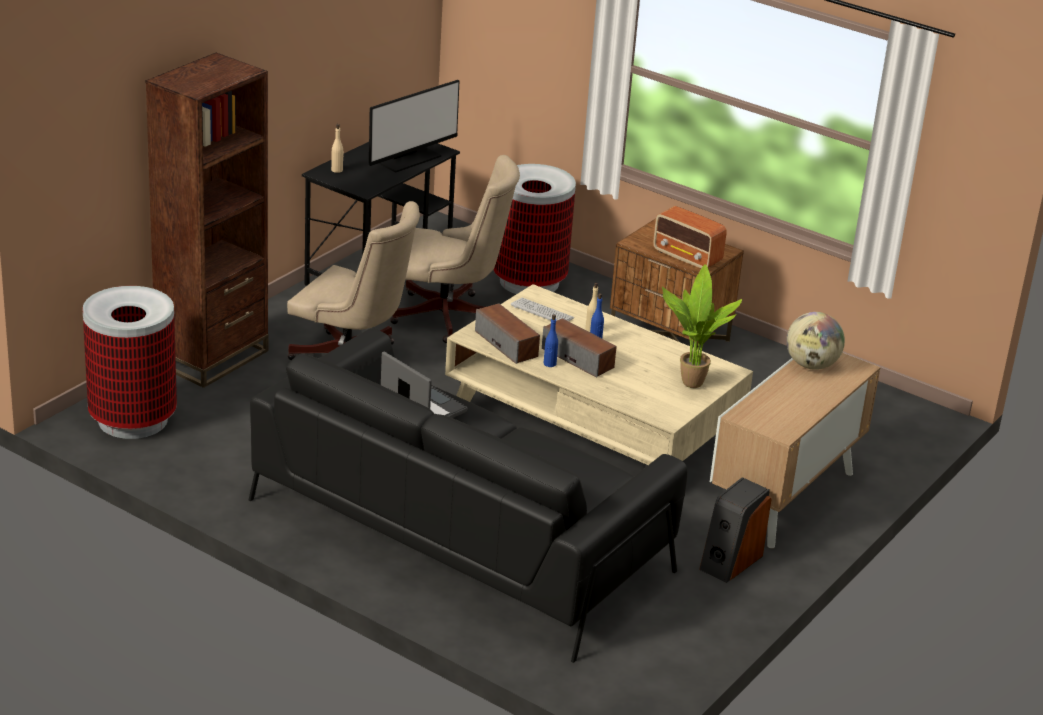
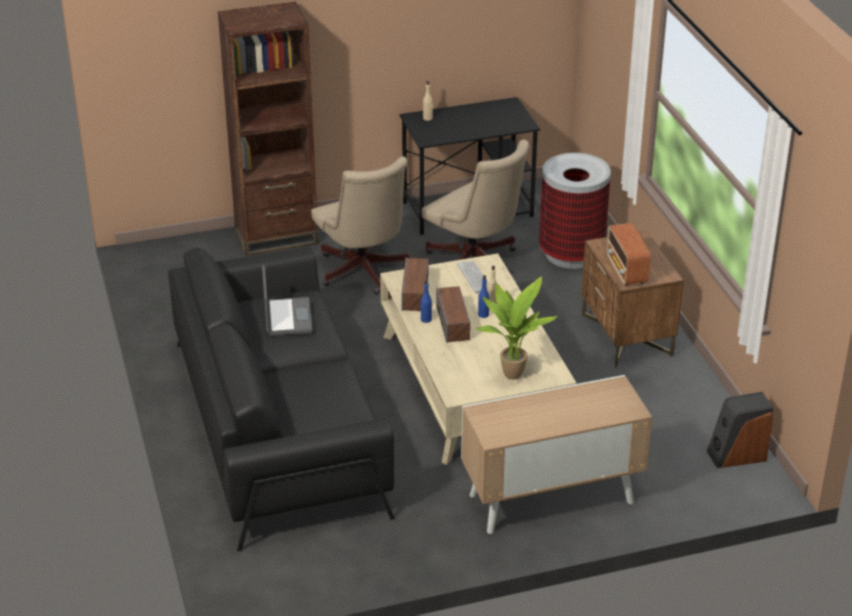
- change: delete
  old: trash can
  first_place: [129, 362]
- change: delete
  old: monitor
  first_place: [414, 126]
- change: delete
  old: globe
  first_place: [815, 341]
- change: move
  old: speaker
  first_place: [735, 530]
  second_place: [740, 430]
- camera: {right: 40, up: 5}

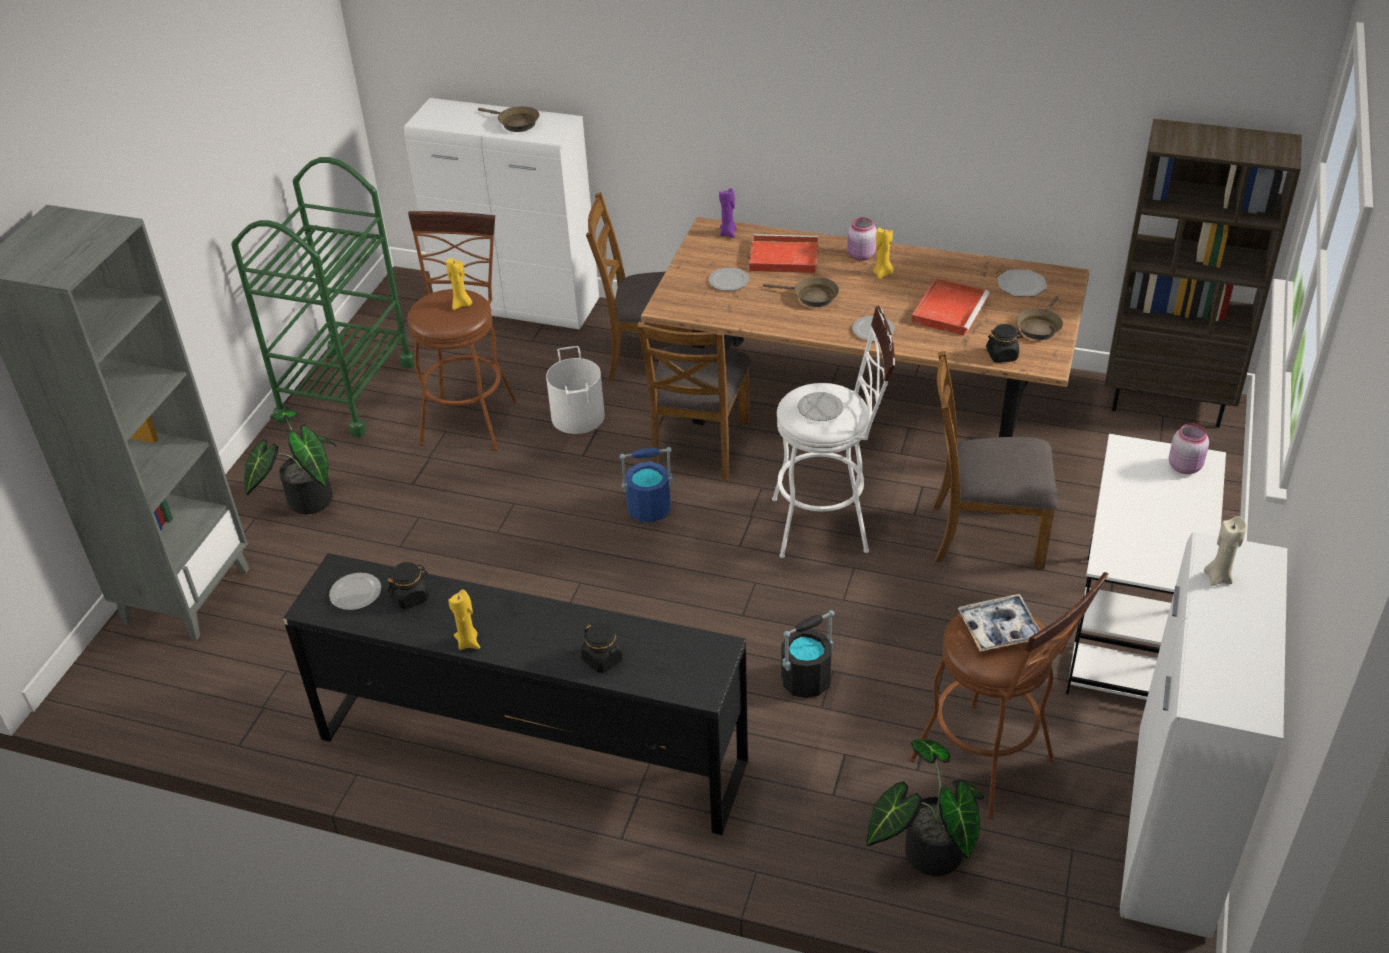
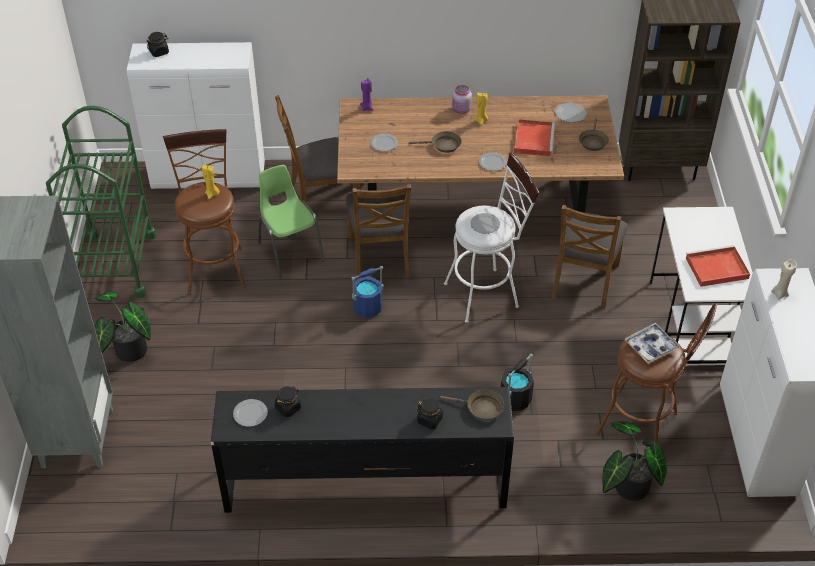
- change: delete
  old: candle (yellow)
  first_place: [464, 619]
- change: delete
  old: jar (pink)
  first_place: [1189, 448]
- change: move
  old: frying pan (brown)
  first_place: [508, 119]
  second_place: [472, 404]
- change: move
  old: tray (red)
  first_place: [783, 253]
  second_place: [718, 266]
- change: move
  old: jar (black)
  first_place: [1004, 343]
  second_place: [158, 44]
- change: replace
  old: bucket (white)
  new: chair (green)
  first_place: [575, 390]
  second_place: [291, 221]
- change: rotate
  old: chair (brown)
  first_place: [995, 460]
  second_place: [590, 257]
  degrees: -60
- camera: {right: -20, up: 5}

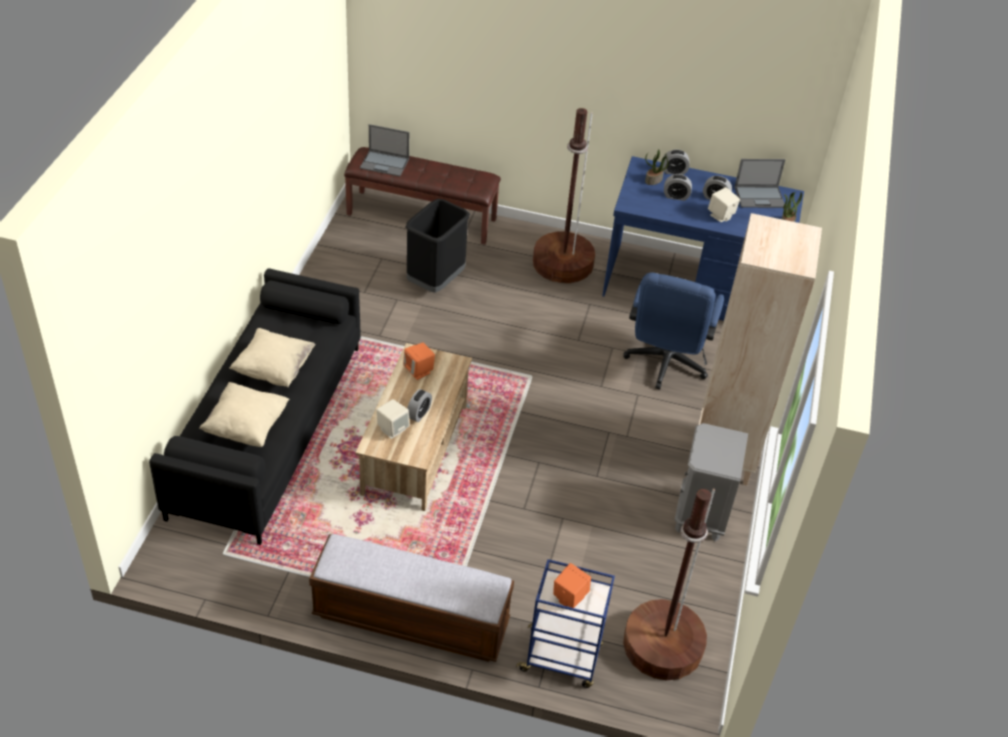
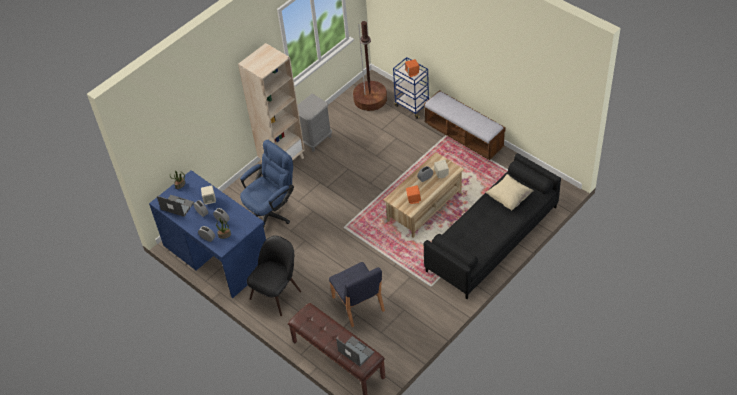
- change: delete
  old: pillow (beige)
  first_place: [272, 357]
- change: replace
  old: trash can (black)
  new: chair (blue)
  first_place: [438, 246]
  second_place: [357, 294]
- change: replace
  old: floor lamp (brown)
  new: chair (black)
  first_place: [564, 195]
  second_place: [274, 275]
- camera: {right: -145, up: 5}

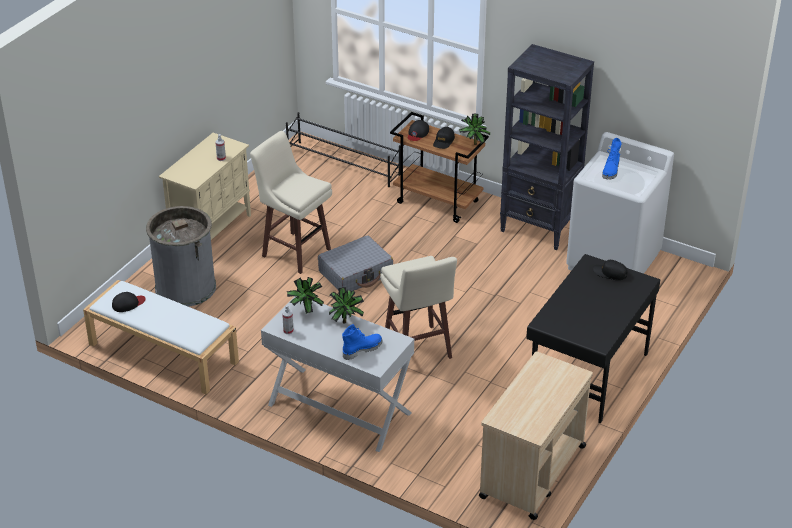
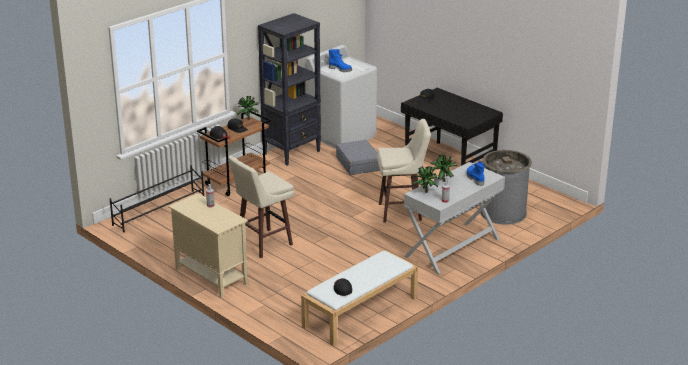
- change: delete
  old: cart (beige)
  first_place: [536, 435]
- change: move
  old: trash can (grey)
  first_place: [181, 256]
  second_place: [506, 187]
- change: move
  old: suitcase (grey)
  first_place: [355, 263]
  second_place: [358, 157]
- camera: {right: -75, up: -10}

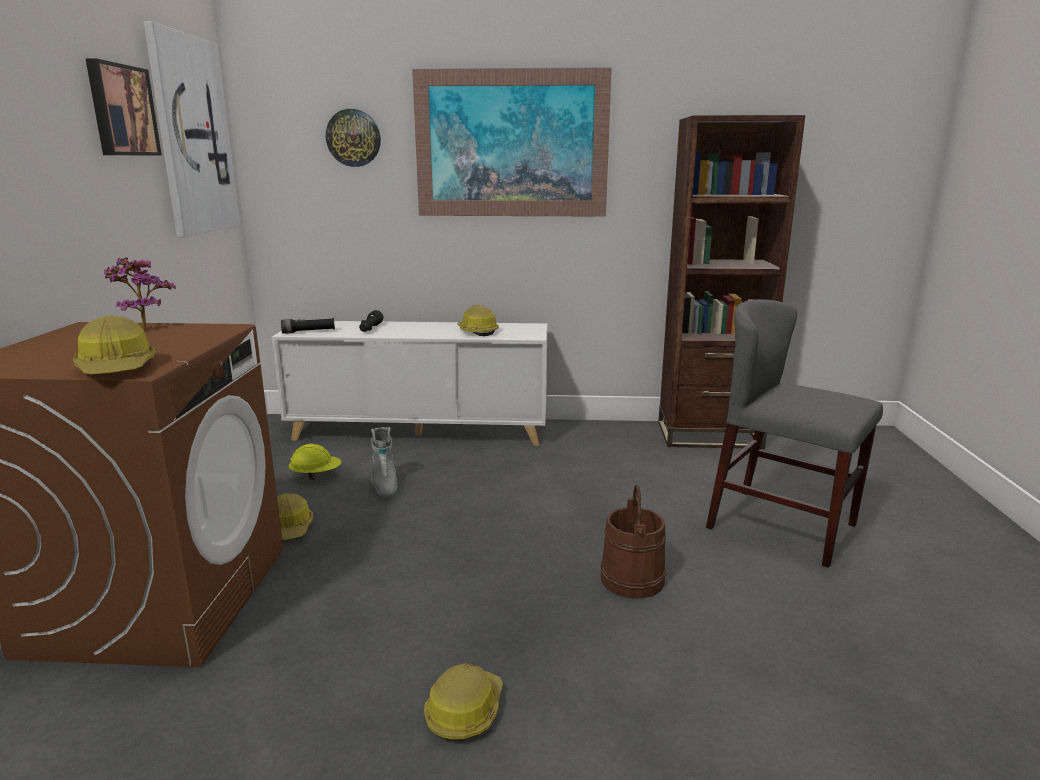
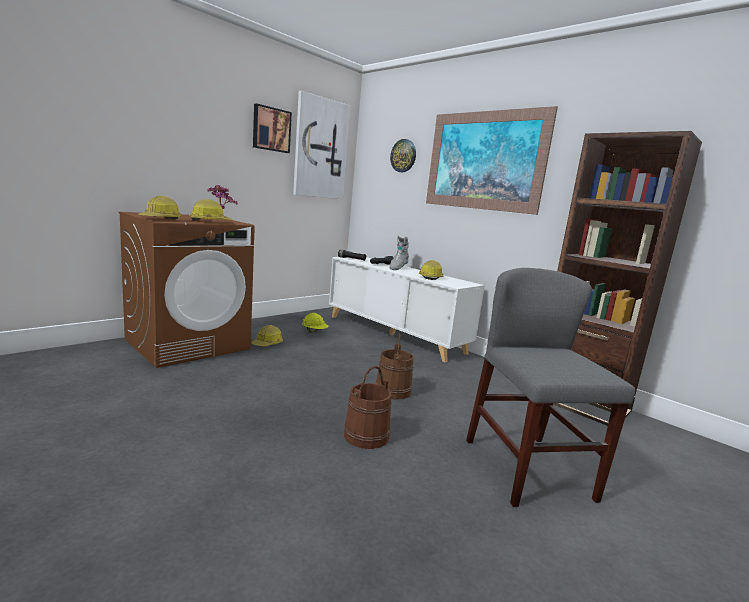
- change: insert
  new: bucket (brown)
  second_place: [395, 367]
- change: move
  old: boot (grey)
  first_place: [384, 462]
  second_place: [399, 253]
- change: move
  old: hard hat
  first_place: [463, 702]
  second_place: [210, 210]
- camera: {right: 40, up: -5}

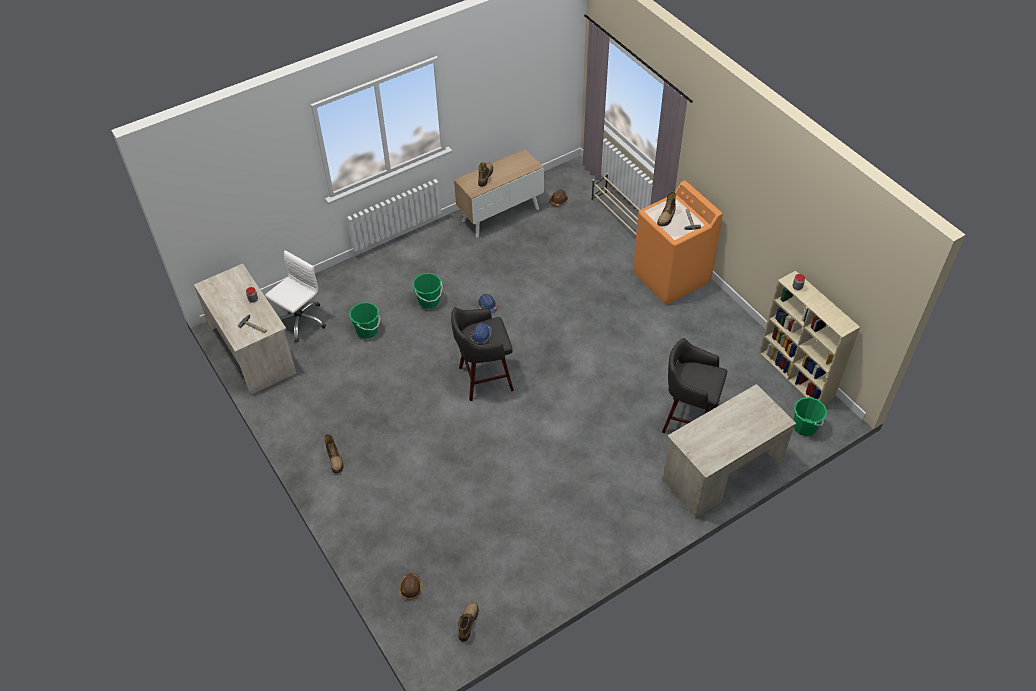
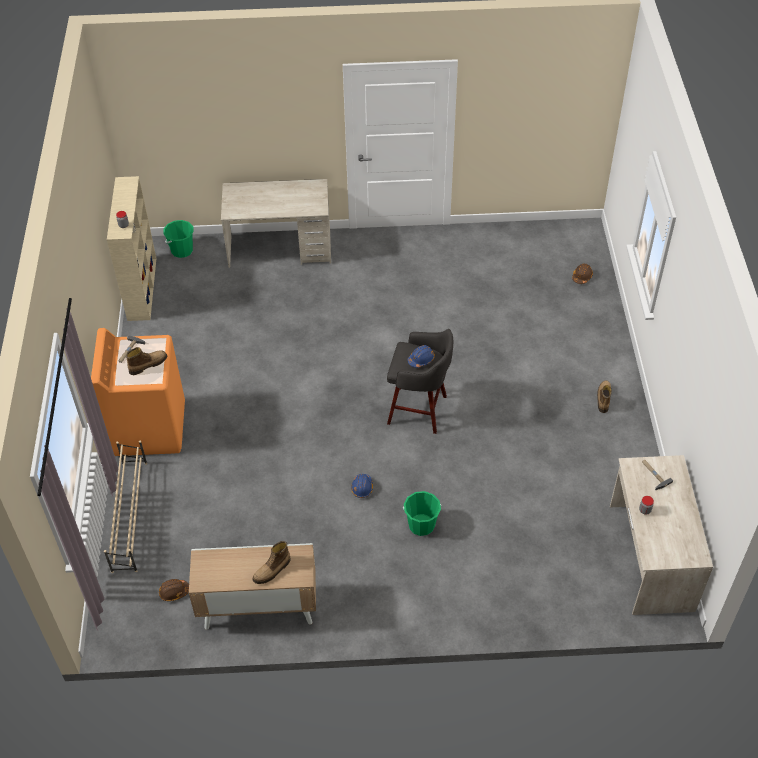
- change: delete
  old: office chair (white)
  first_place: [295, 296]
- change: delete
  old: bucket (green)
  first_place: [364, 320]
- change: delete
  old: boot
  first_place: [468, 622]
- change: delete
  old: stool (grey)
  first_place: [694, 385]
- camera: {right: -150, up: 0}

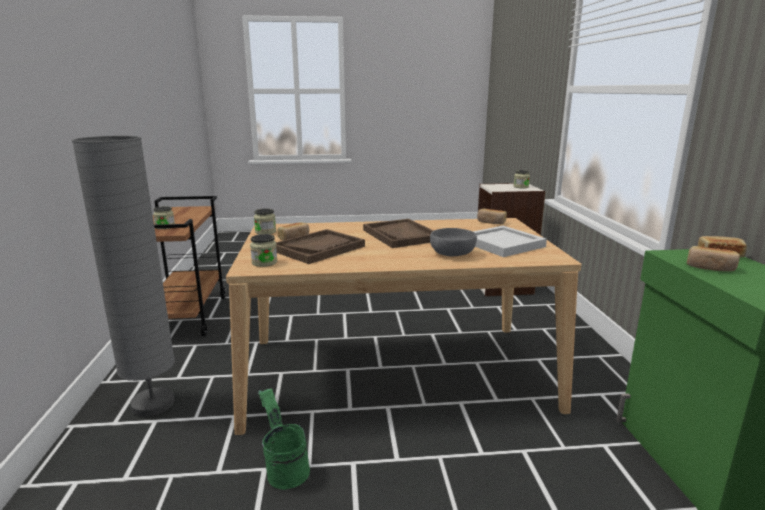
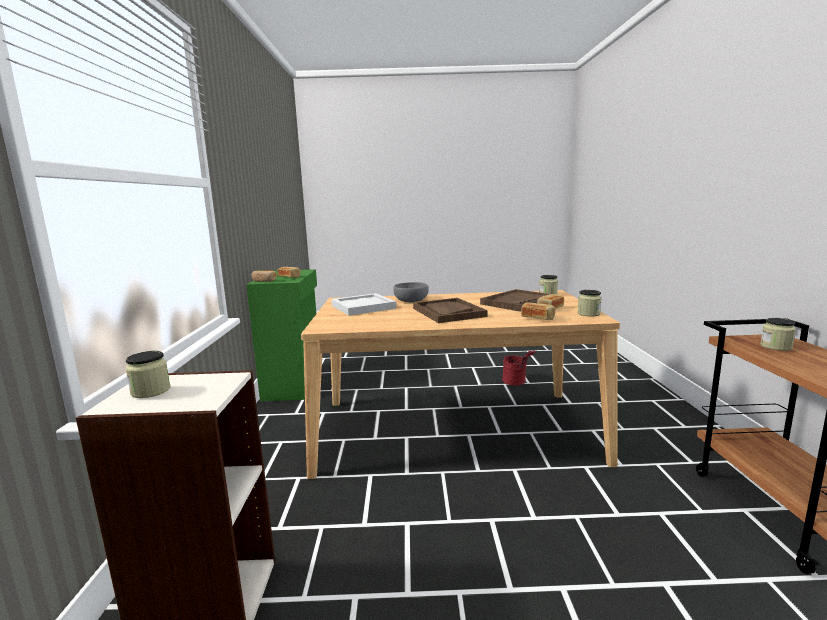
- change: delete
  old: floor lamp (grey)
  first_place: [123, 276]
- change: move
  old: bread
  first_place: [492, 216]
  second_place: [538, 311]
- change: recolor
  old: bucket (green)
  new: bucket (red)
  first_place: [284, 439]
  second_place: [519, 368]
- camera: {right: -175, up: -5}

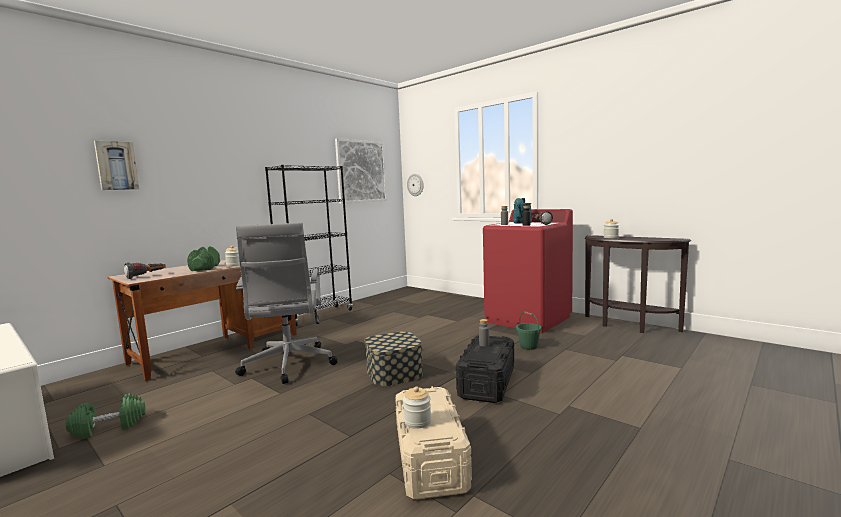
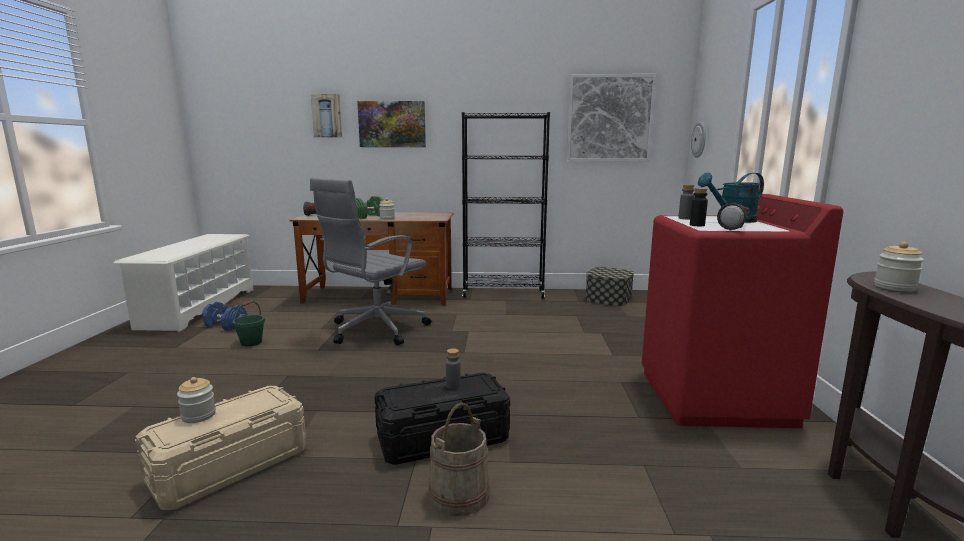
- change: insert
  new: picture
  second_place: [391, 124]
- change: insert
  new: bucket (beige)
  second_place: [459, 459]
- change: move
  old: storage box
  first_place: [393, 358]
  second_place: [609, 286]
- change: move
  old: bucket (green)
  first_place: [529, 330]
  second_place: [248, 323]
- change: recolor
  old: dumbbell (green)
  new: dumbbell (blue)
  first_place: [106, 416]
  second_place: [225, 316]
- camera: {right: 50, up: 5}

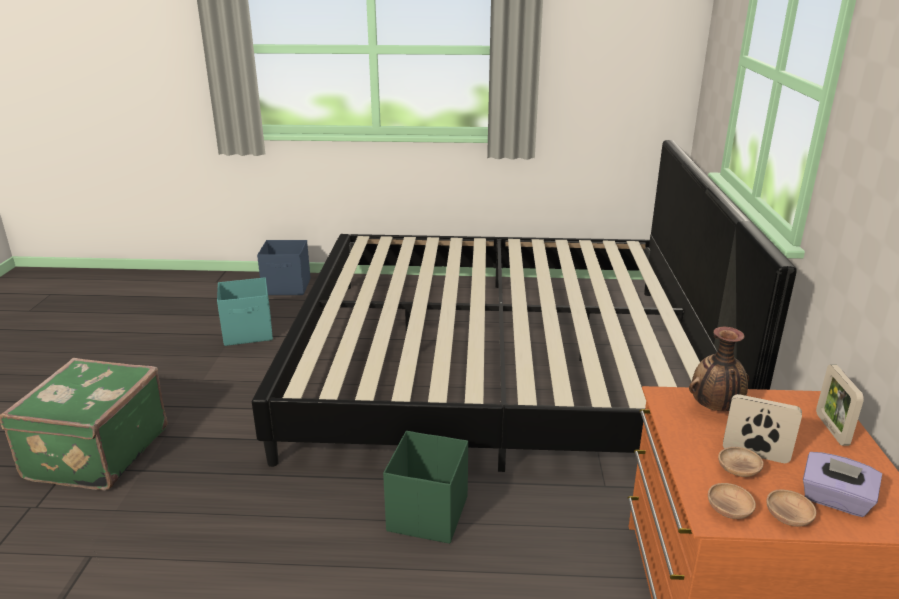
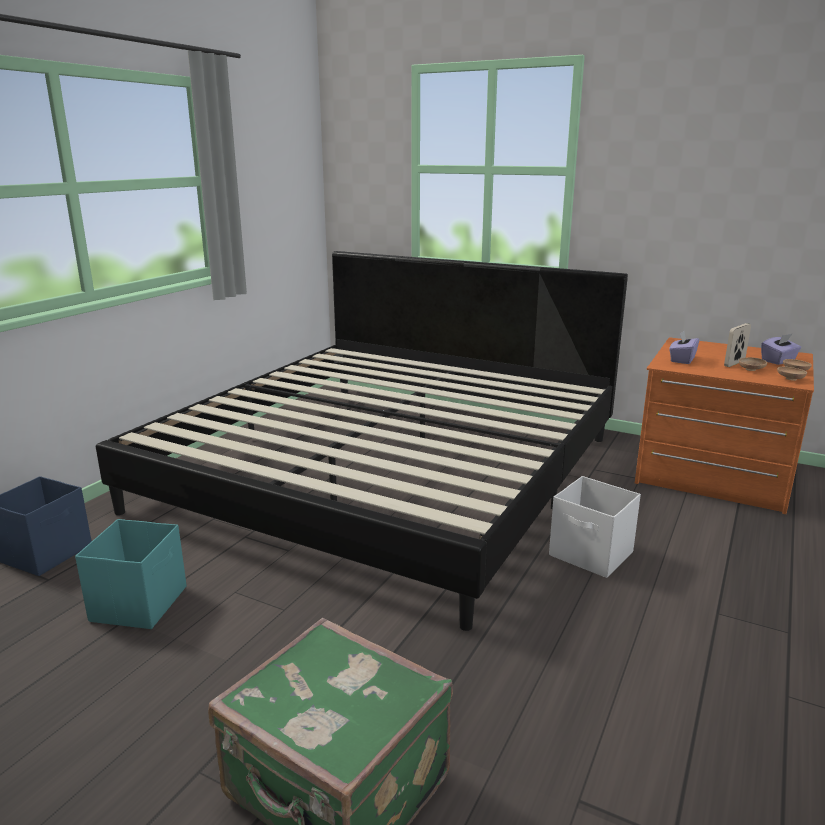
- change: delete
  old: picture frame
  first_place: [840, 405]
- change: replace
  old: vase
  new: tissue box (purple)
  first_place: [719, 368]
  second_place: [684, 347]
- change: recolor
  old: storage box (green)
  new: storage box (white)
  first_place: [425, 487]
  second_place: [595, 527]
- camera: {right: -65, up: -5}

